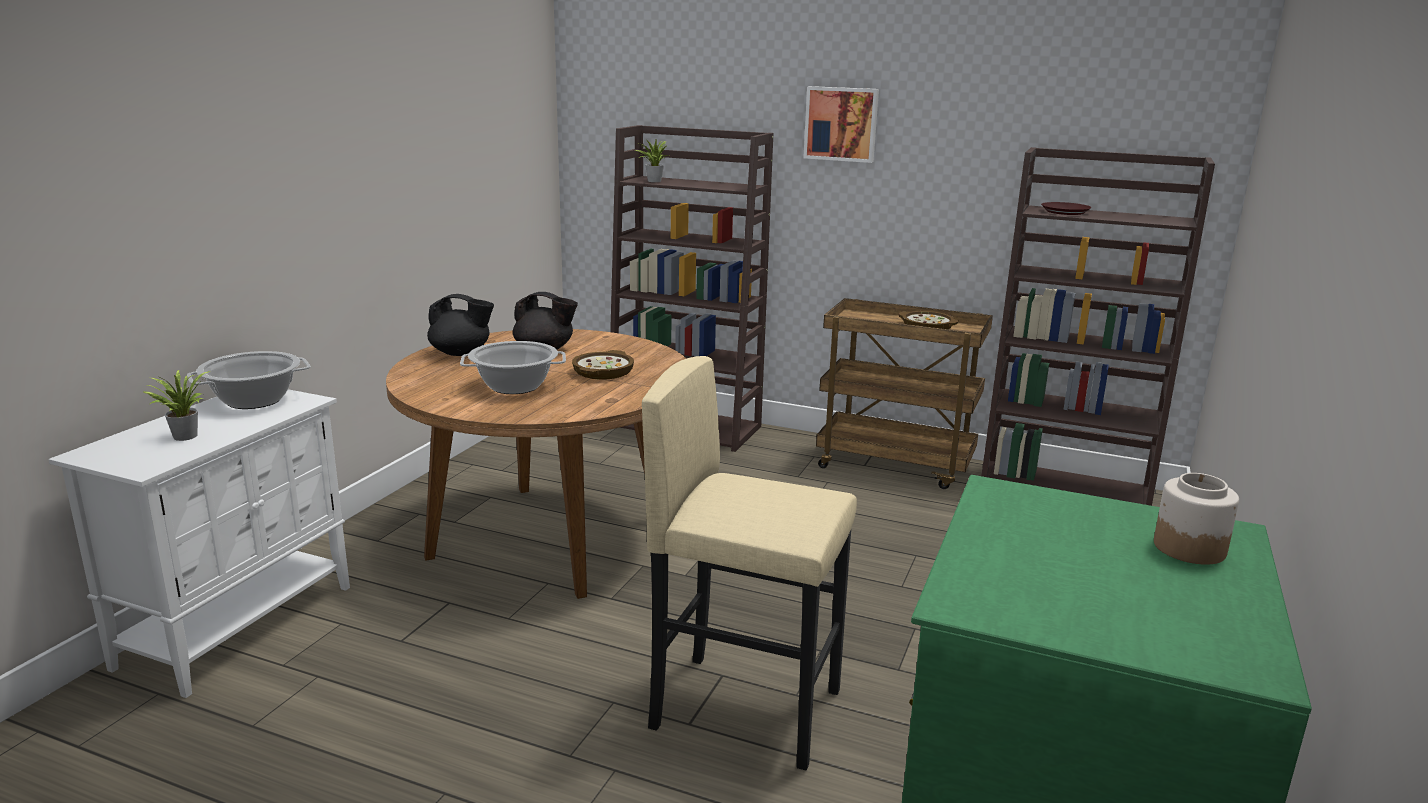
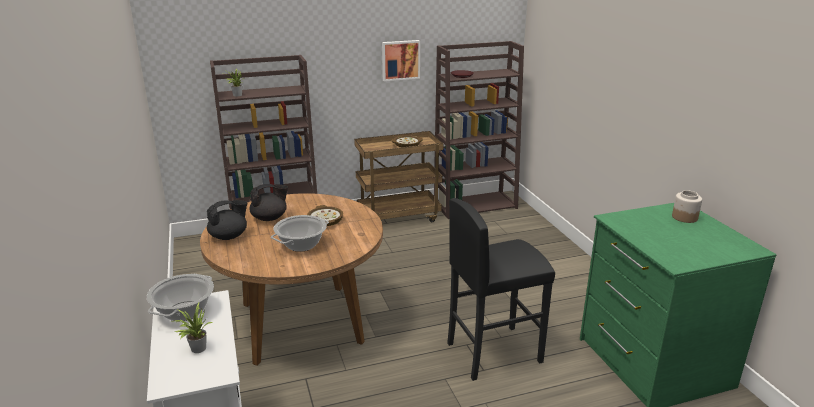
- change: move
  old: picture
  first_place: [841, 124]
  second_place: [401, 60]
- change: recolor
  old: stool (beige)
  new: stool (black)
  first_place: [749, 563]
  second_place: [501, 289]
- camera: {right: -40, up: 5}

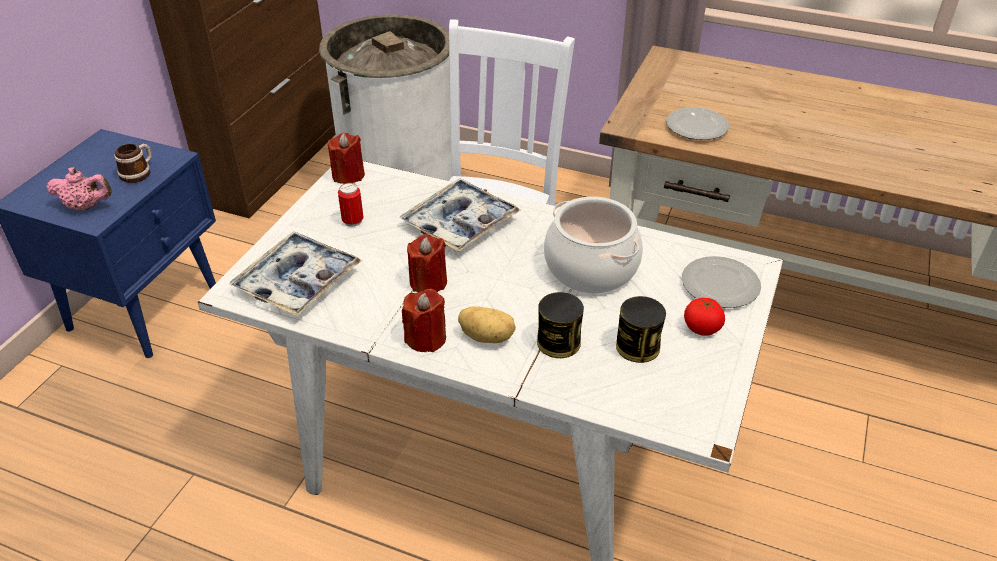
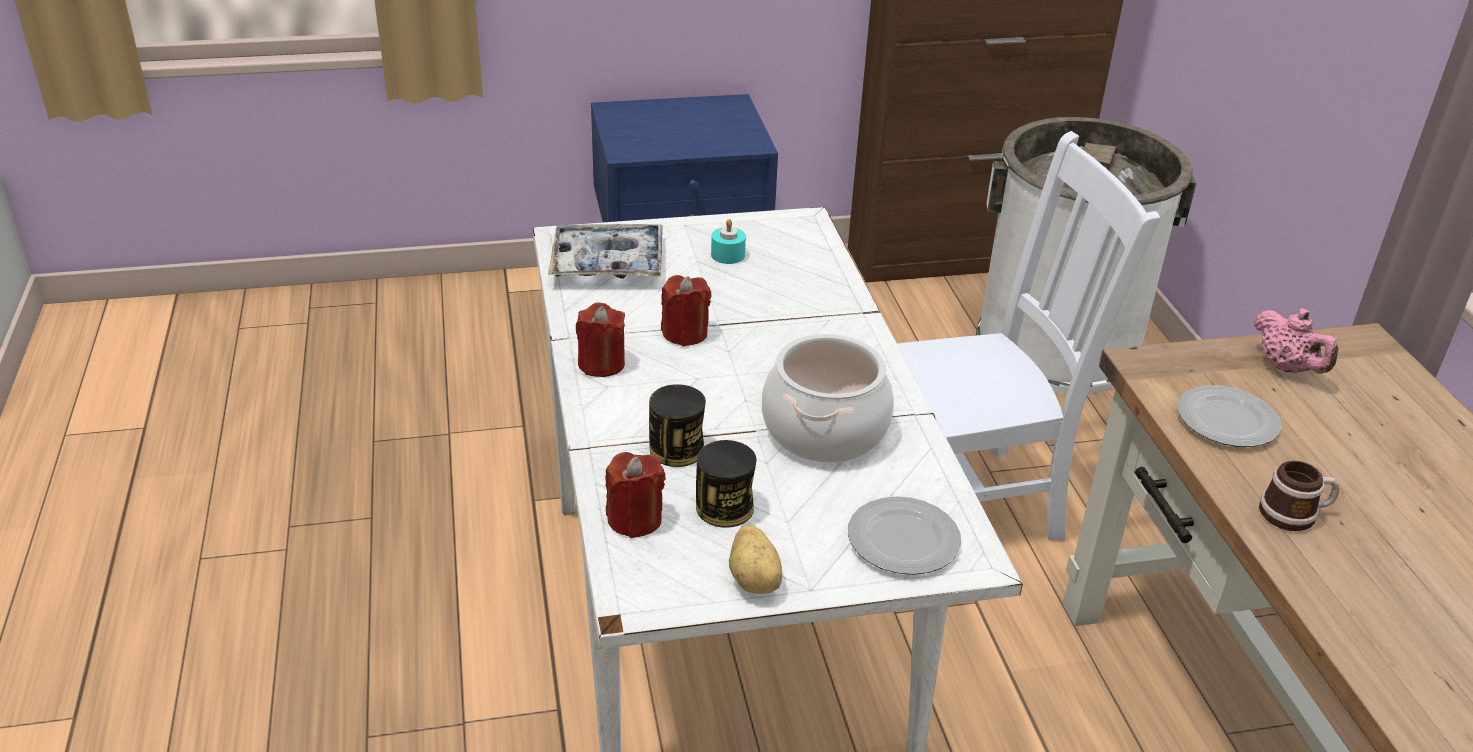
- change: delete
  old: tray
  first_place: [460, 215]
- change: delete
  old: tomato
  first_place: [704, 317]
- change: move
  old: teapot (pink)
  first_place: [78, 188]
  second_place: [1296, 341]
- change: move
  old: mug
  first_place: [133, 163]
  second_place: [1299, 496]
- change: move
  old: candle (red)
  first_place: [346, 158]
  second_place: [635, 495]
- change: move
  old: potato
  first_place: [487, 324]
  second_place: [755, 559]
- change: replace
  old: can
  new: candle (turquoise)
  first_place: [350, 205]
  second_place: [728, 241]
- camera: {right: 55, up: -5}

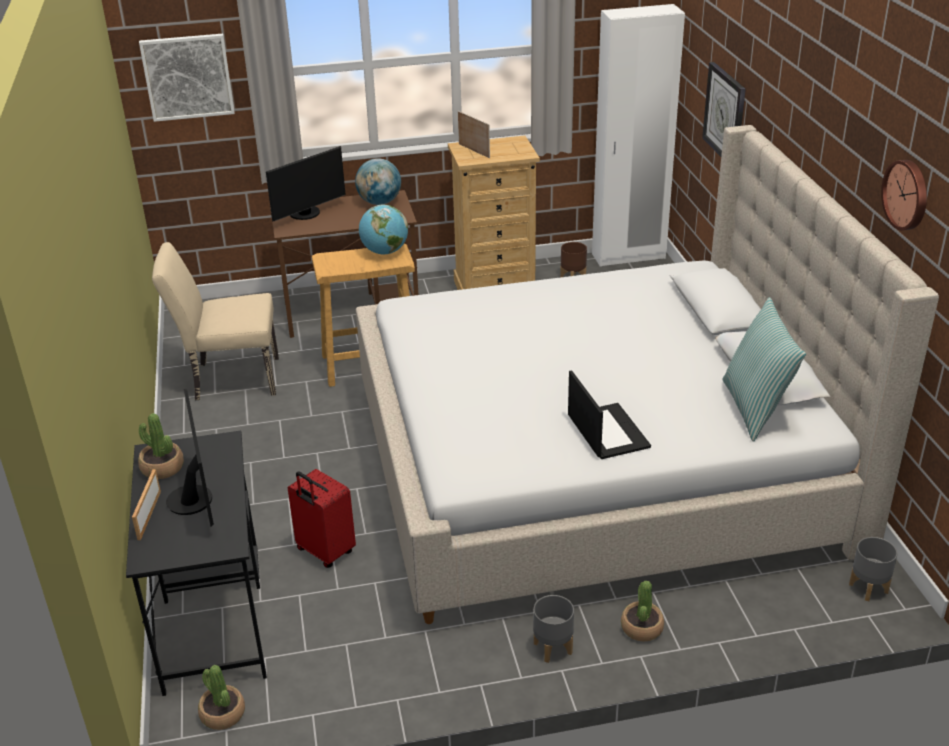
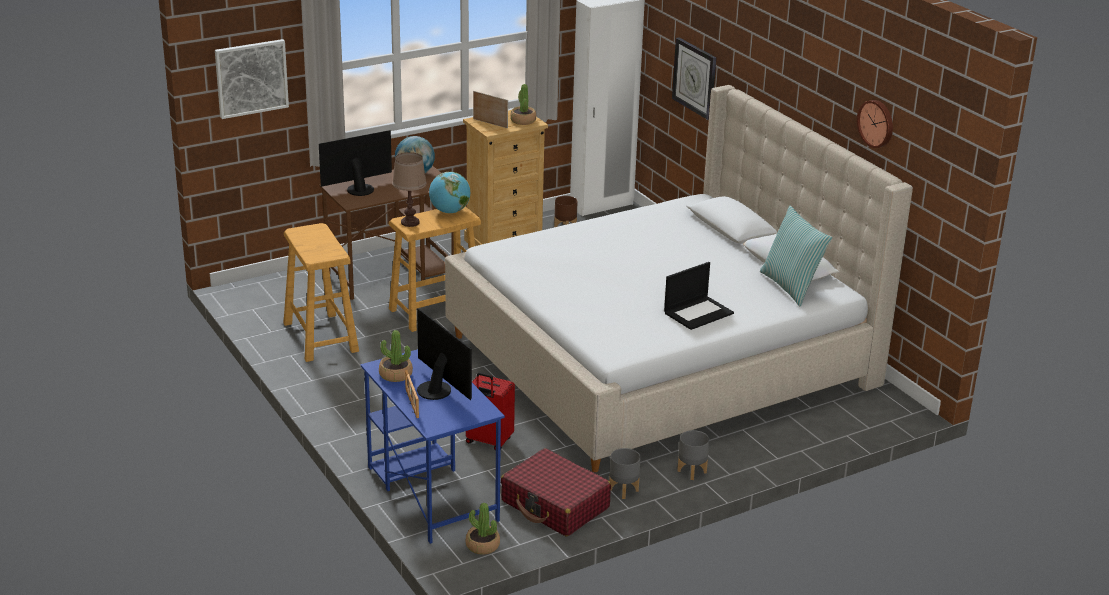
- change: insert
  new: table lamp (brown)
  second_place: [409, 189]
- change: insert
  new: suitcase (red)
  second_place: [556, 492]
- change: move
  old: potted plant
  first_place: [642, 611]
  second_place: [523, 104]
- change: move
  old: planter (grey)
  first_place: [873, 569]
  second_place: [625, 473]
- change: replace
  old: chair (beige)
  new: stool (beige)
  first_place: [215, 321]
  second_place: [321, 292]
- change: recolor
  old: desk (black)
  new: desk (blue)
  first_place: [196, 563]
  second_place: [432, 446]
- change: rotate
  old: monitor
  first_place: [306, 184]
  second_place: [355, 163]
  degrees: -150
- change: rotate
  old: laptop
  first_place: [609, 414]
  second_place: [699, 296]
  degrees: 90
- camera: {right: -20, up: -5}

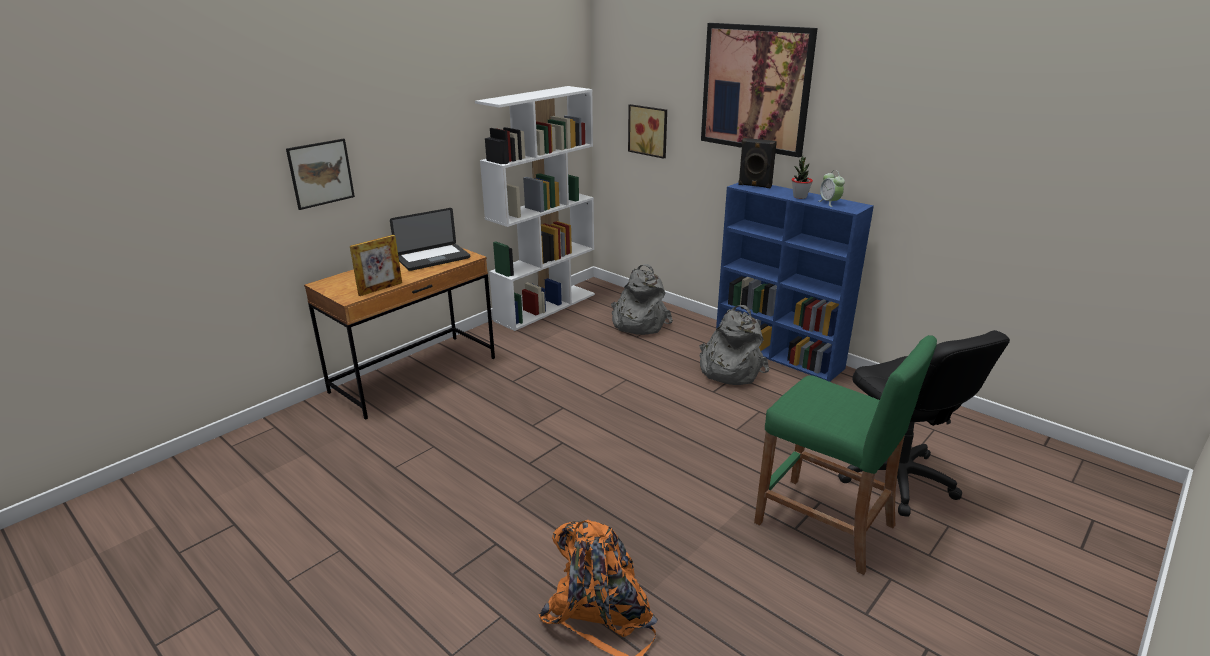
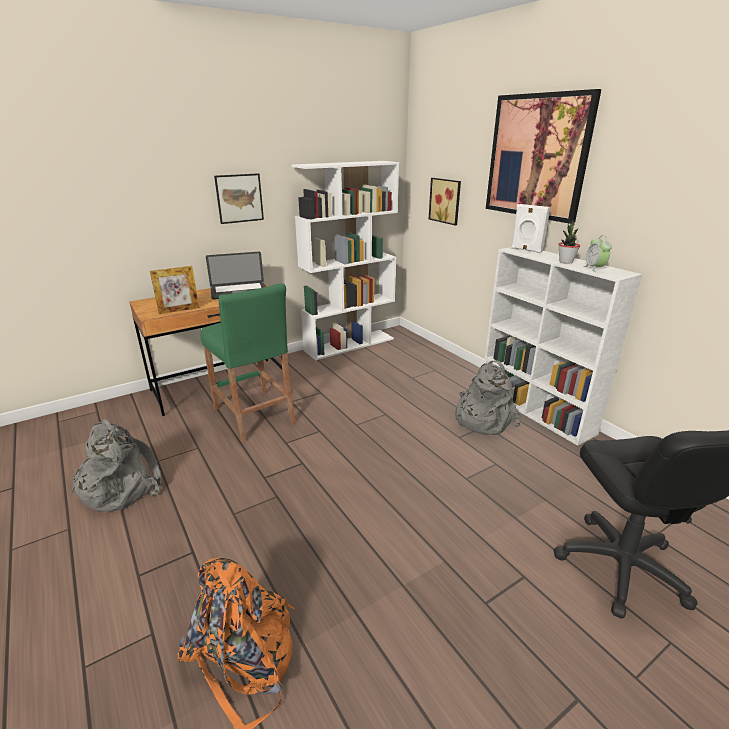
- change: move
  old: picture
  first_place: [320, 174]
  second_place: [239, 198]
- change: move
  old: backpack (grey)
  first_place: [642, 299]
  second_place: [116, 465]
- change: move
  old: stool (green)
  first_place: [845, 455]
  second_place: [248, 363]
- change: recolor
  old: bookcase (blue)
  new: bookcase (white)
  first_place: [795, 282]
  second_place: [563, 346]
- change: recolor
  old: speaker (black)
  new: speaker (white)
  first_place: [757, 163]
  second_place: [531, 228]
- camera: {right: 15, up: 0}

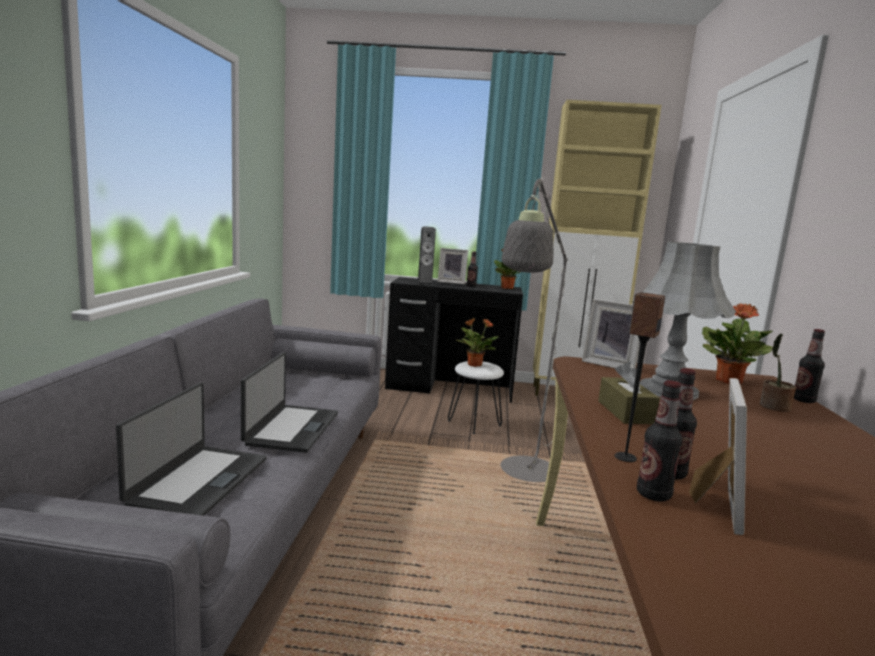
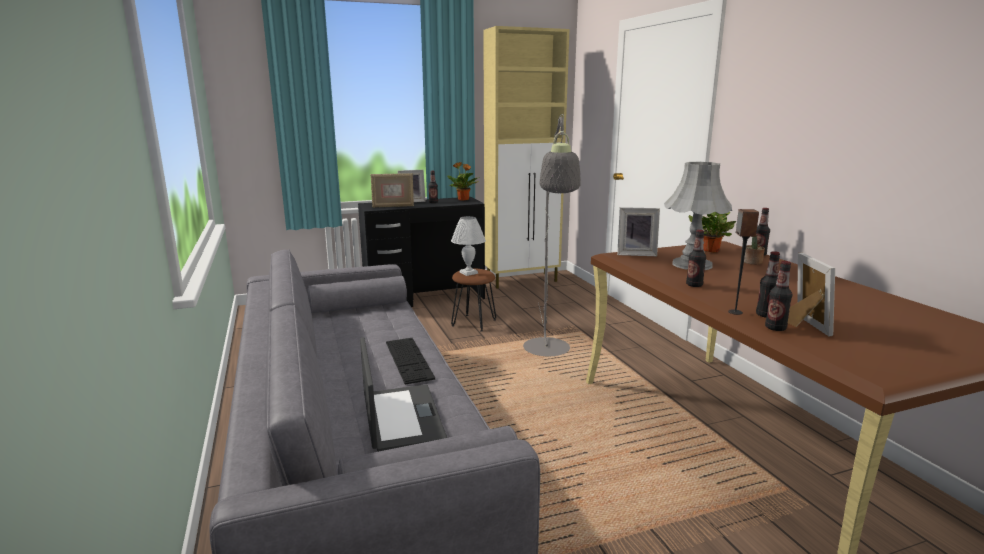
- change: replace
  old: laptop
  new: keyboard
  first_place: [289, 402]
  second_place: [410, 361]
- change: replace
  old: speaker
  new: picture frame
  first_place: [426, 256]
  second_place: [392, 190]
- change: replace
  old: potted plant
  new: table lamp (white)
  first_place: [477, 342]
  second_place: [468, 246]
- change: replace
  old: tissue box (brown)
  new: bottle
  first_place: [629, 392]
  second_place: [696, 258]
- change: recolor
  old: stool (white)
  new: stool (brown)
  first_place: [476, 397]
  second_place: [473, 300]
- camera: {right: -25, up: 5}

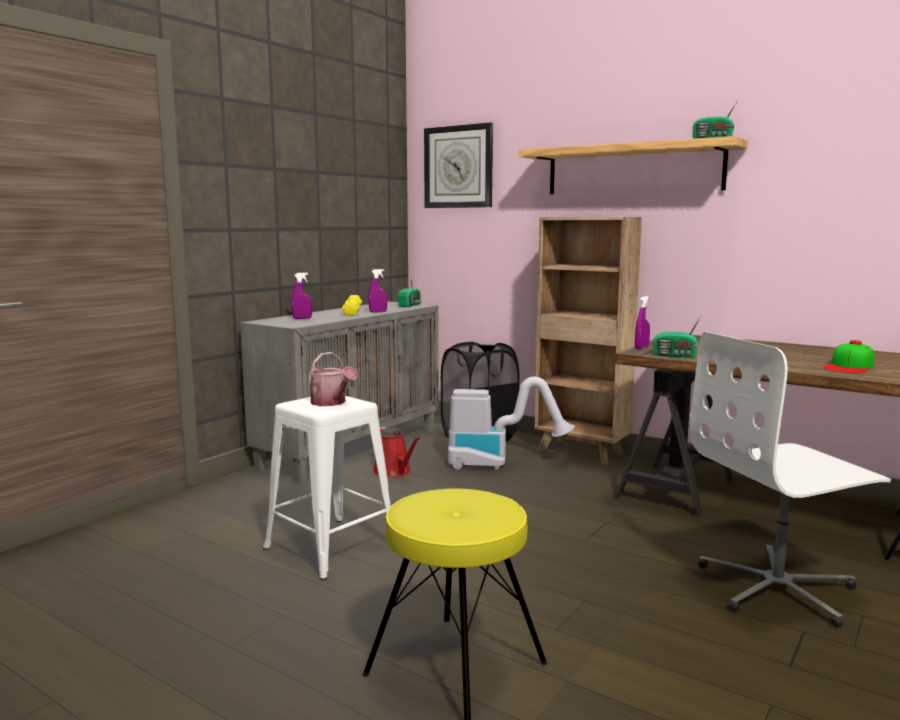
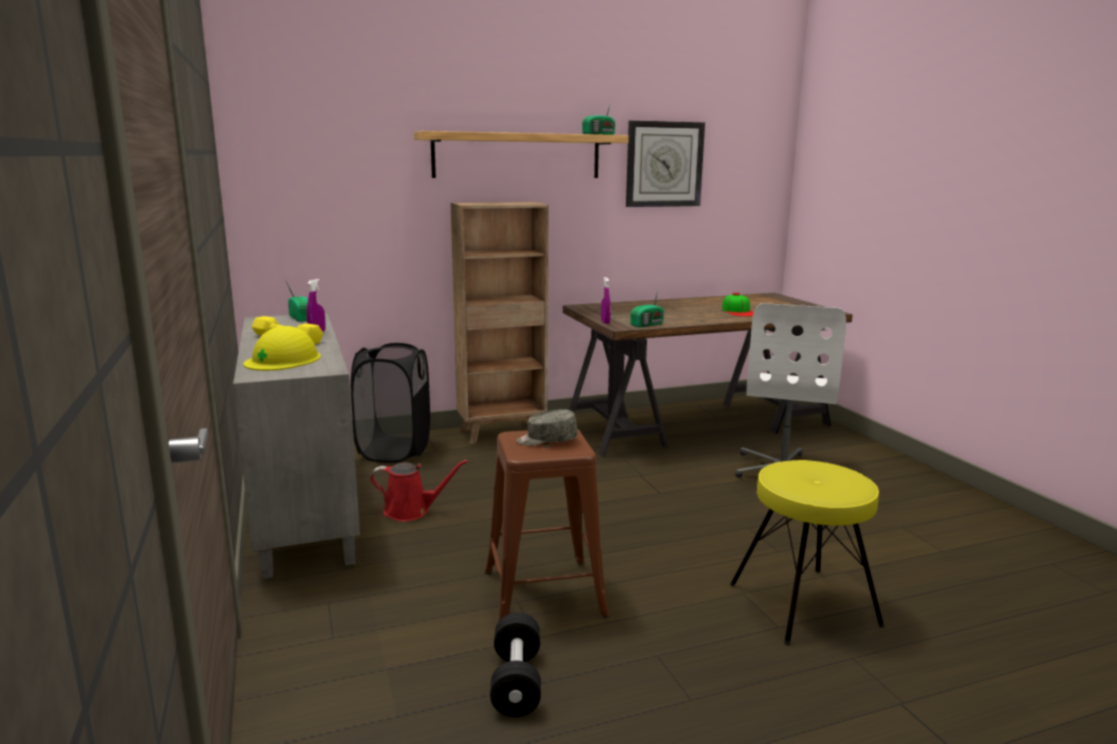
- change: delete
  old: vacuum cleaner
  first_place: [511, 423]
- change: insert
  new: dumbbell (black)
  second_place: [515, 664]
- change: move
  old: wall clock
  first_place: [458, 165]
  second_place: [665, 163]
- change: replace
  old: spray bottle (purple)
  new: hard hat (yellow)
  first_place: [301, 296]
  second_place: [282, 348]
- change: replace
  old: watering can
  new: cap (grey)
  first_place: [333, 379]
  second_place: [547, 427]
- change: recolor
  old: stool (white)
  new: stool (brown)
  first_place: [327, 488]
  second_place: [547, 525]
- camera: {right: -55, up: 5}

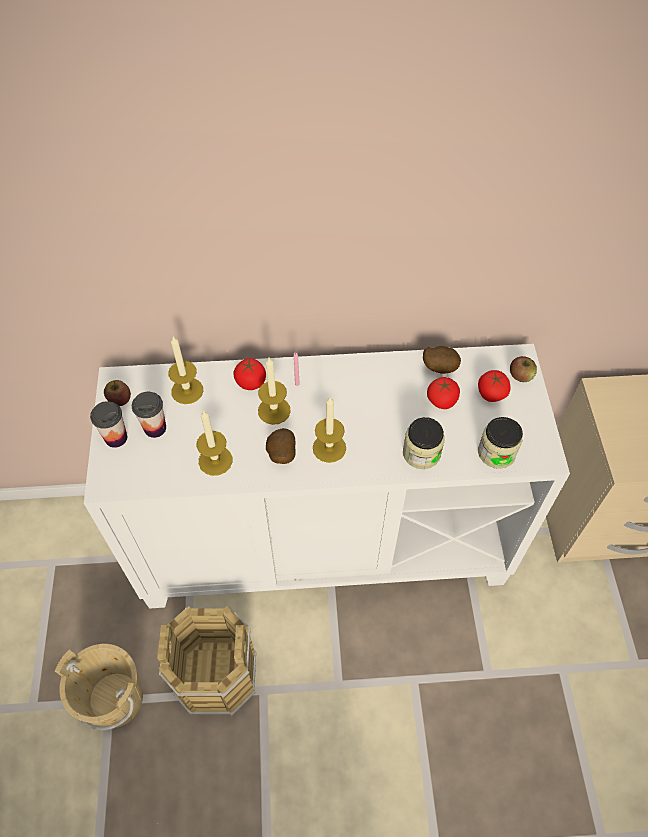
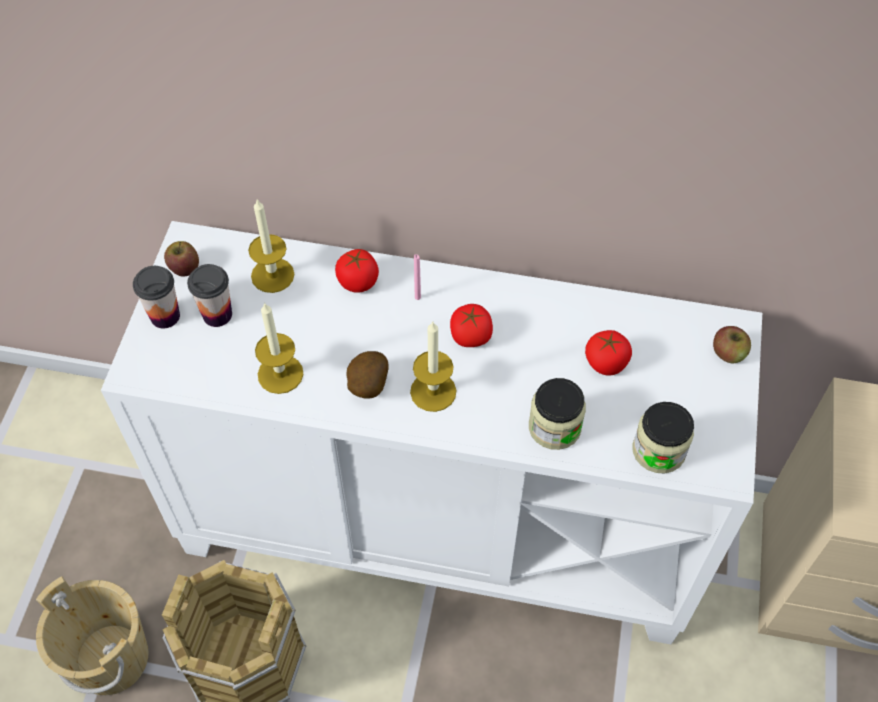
- change: delete
  old: candle
  first_place: [274, 391]
- change: delete
  old: potato
  first_place: [442, 360]
- change: move
  old: tomato
  first_place: [494, 386]
  second_place: [471, 325]
- camera: {right: 15, up: 0}

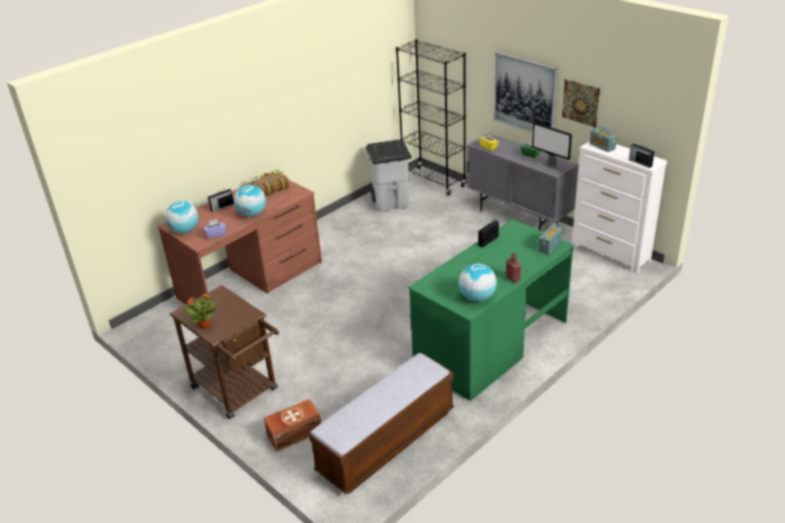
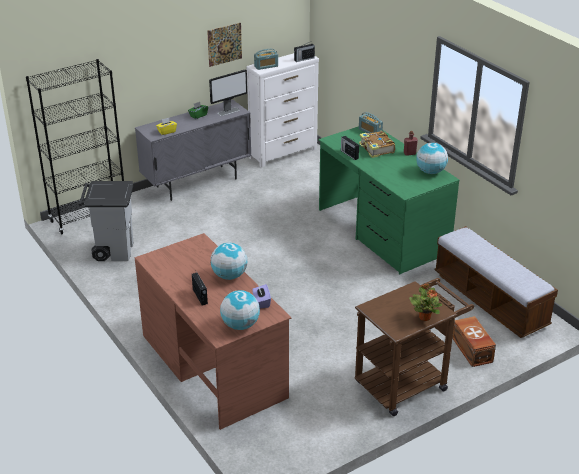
- change: delete
  old: picture
  first_place: [526, 92]
- change: move
  old: book
  first_place: [270, 182]
  second_place: [377, 144]
- camera: {right: -80, up: 0}

